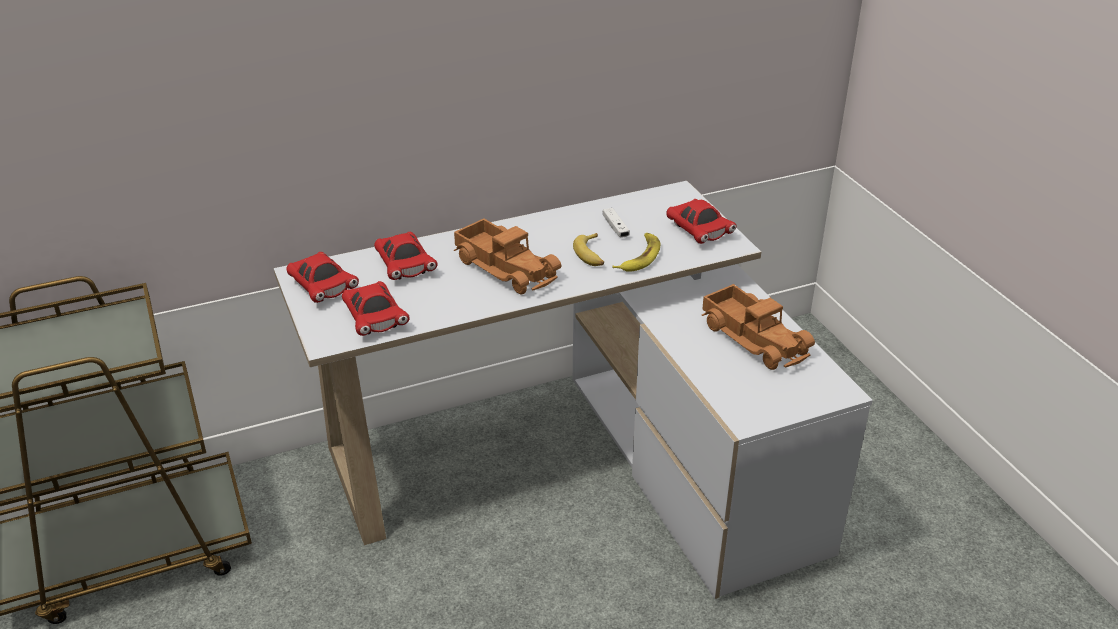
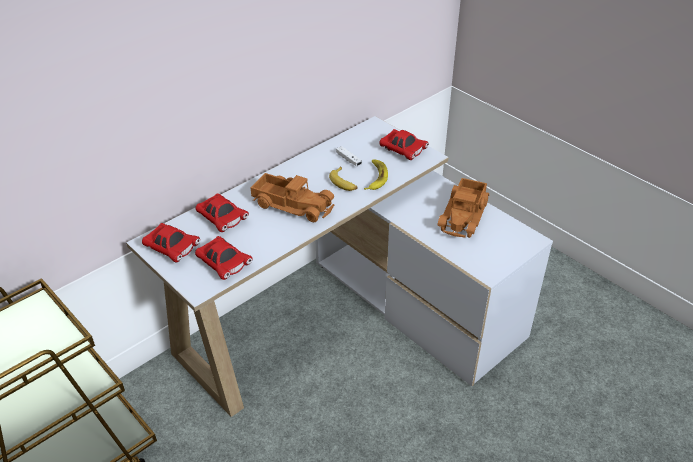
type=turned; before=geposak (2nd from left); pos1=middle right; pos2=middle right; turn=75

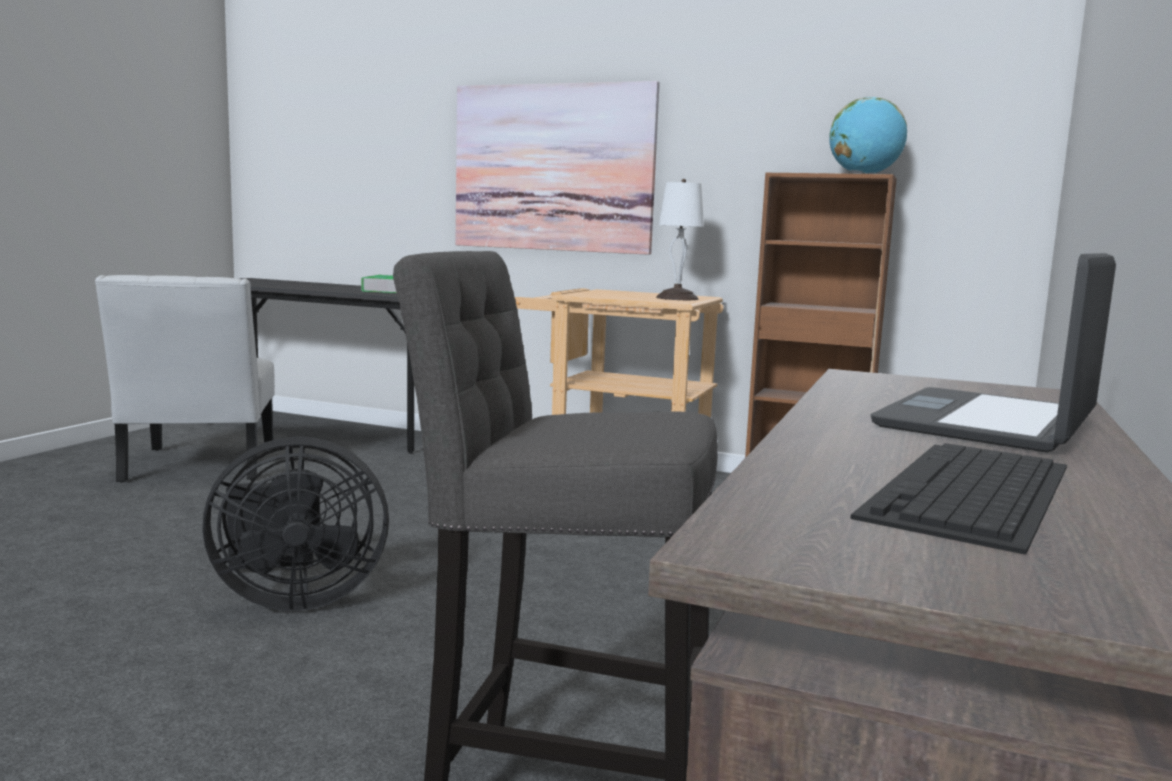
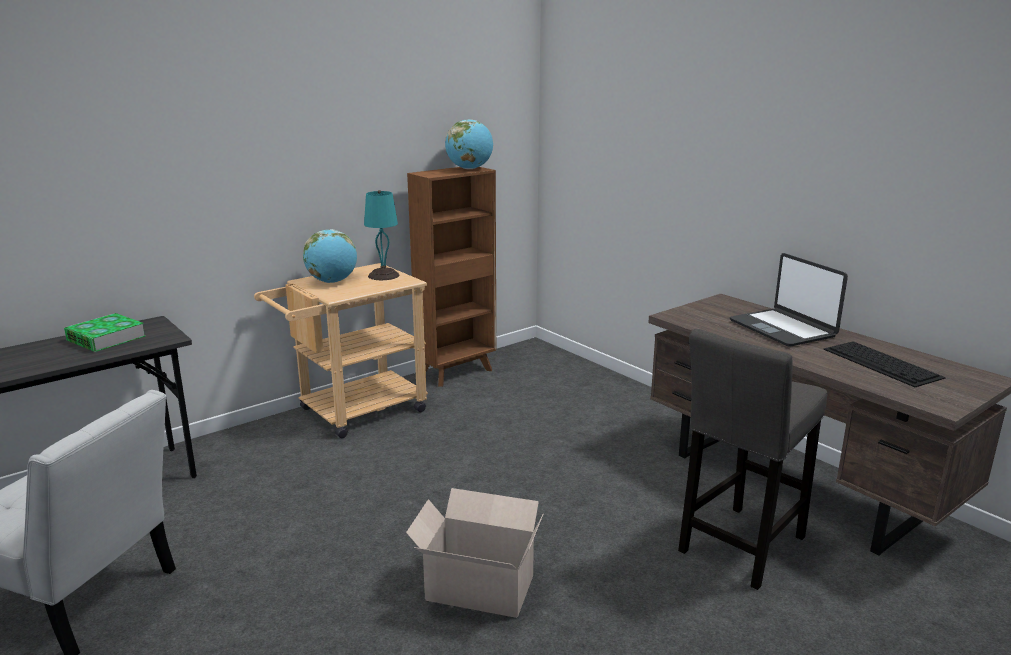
type=removed; before=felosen; pos1=top centre
type=added; after=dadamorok (1st from left); pos2=middle left
type=replaced; before=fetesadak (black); after=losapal; pos1=bottom left; pos2=bottom centre
type=recoloured; before=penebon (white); after=penebon (turquoise); pos1=top centre; pos2=centre

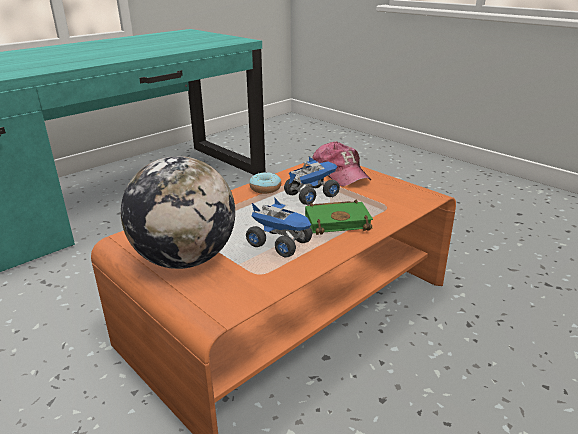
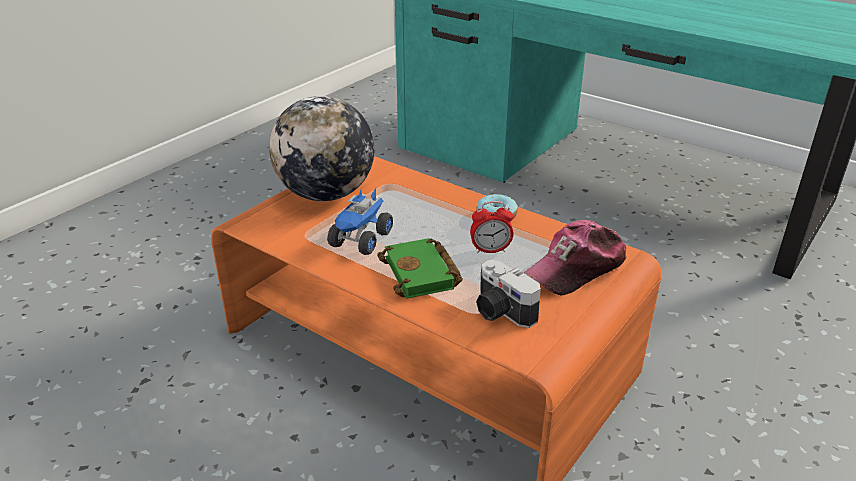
type=added; after=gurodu; pos2=centre
type=replaced; before=geposak (2nd from left); after=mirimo; pos1=centre; pos2=centre

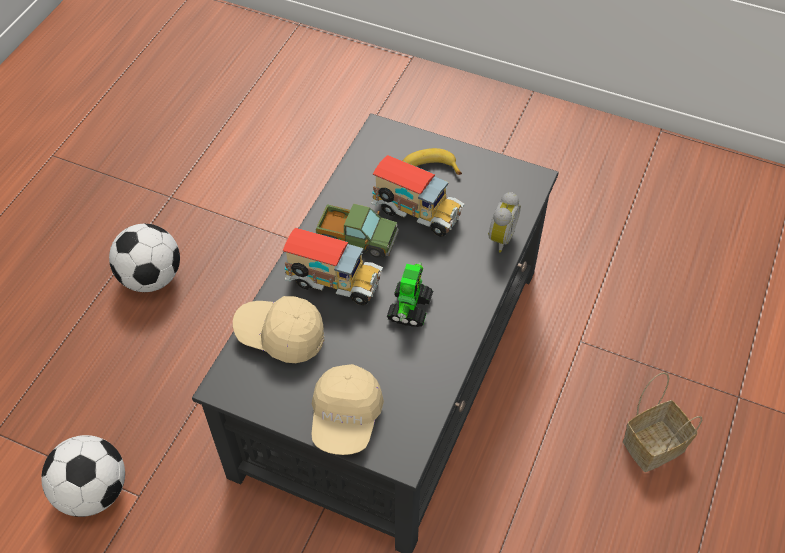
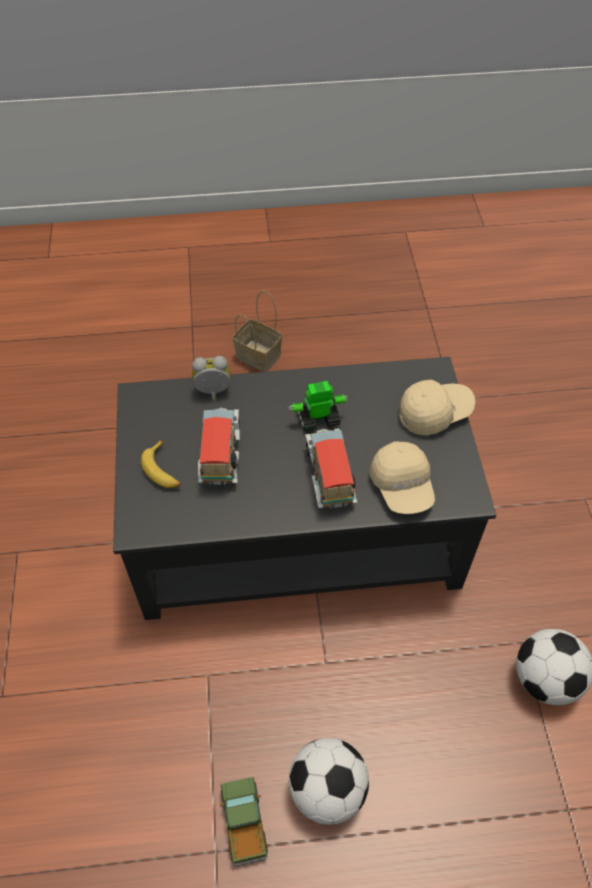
type=moved; before=geposak (2nd from left); pos1=centre; pos2=bottom centre

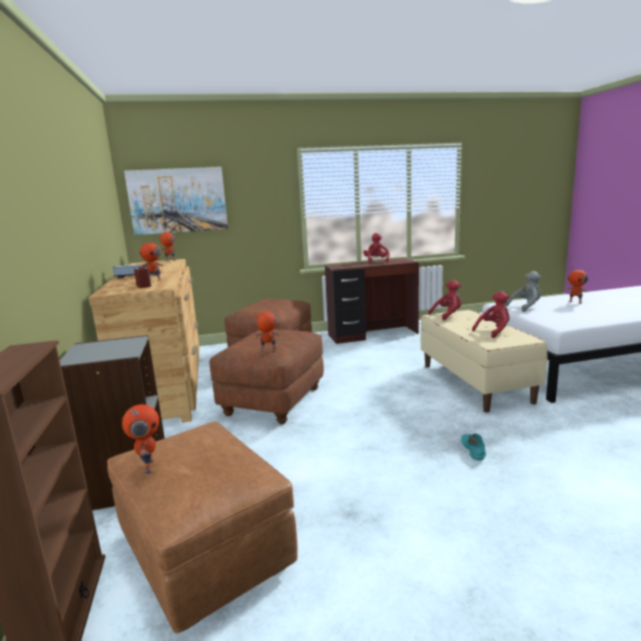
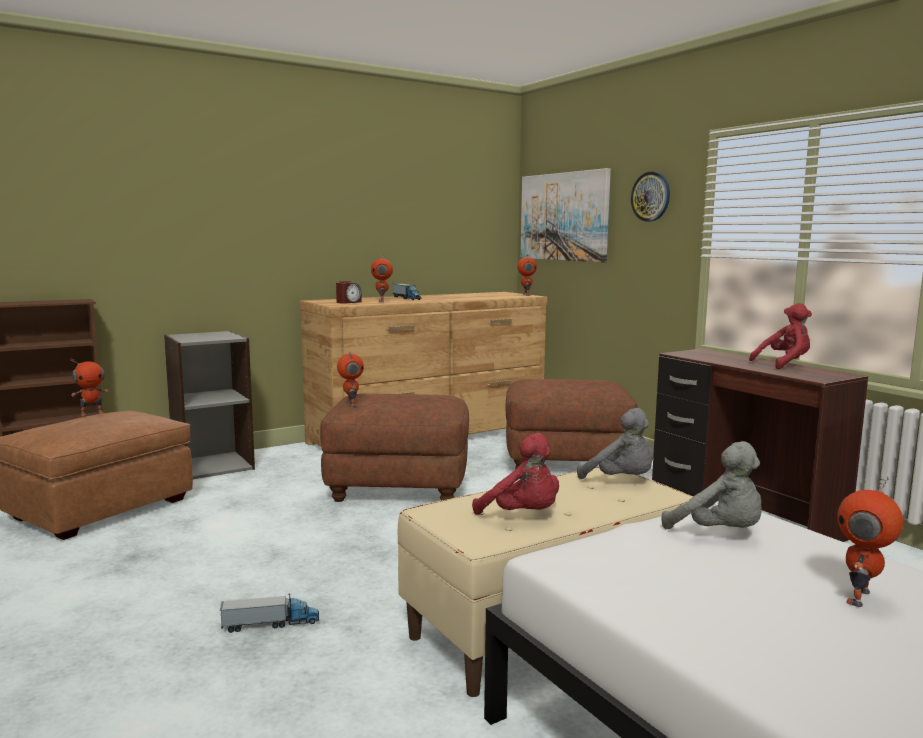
type=added; after=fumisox; pos2=top right
type=replaced; before=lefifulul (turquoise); after=geposak (1st from left); pos1=bottom right; pos2=bottom left
type=recoloured; before=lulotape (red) (2nd from left); after=lulotape (grey) (1st from left); pos1=middle right; pos2=centre

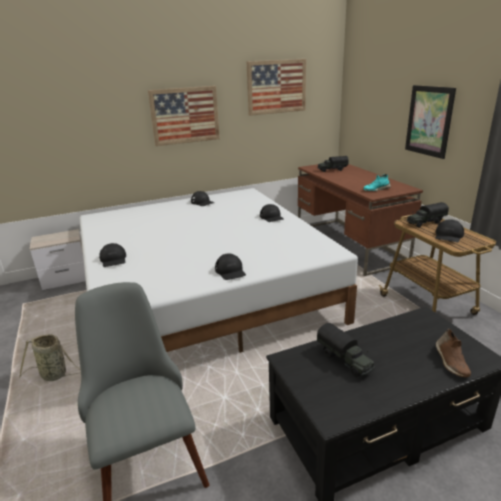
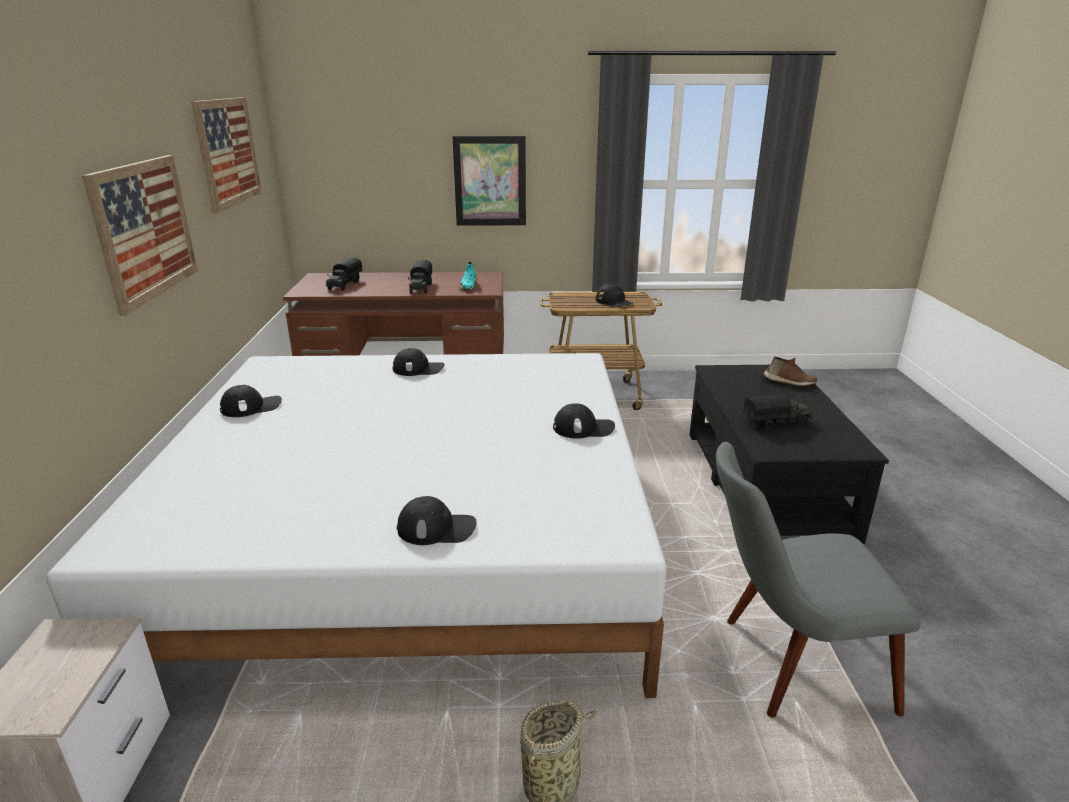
type=moved; before=geposak (3rd from left in the first image); after=geposak (2nd from left); pos1=middle right; pos2=centre

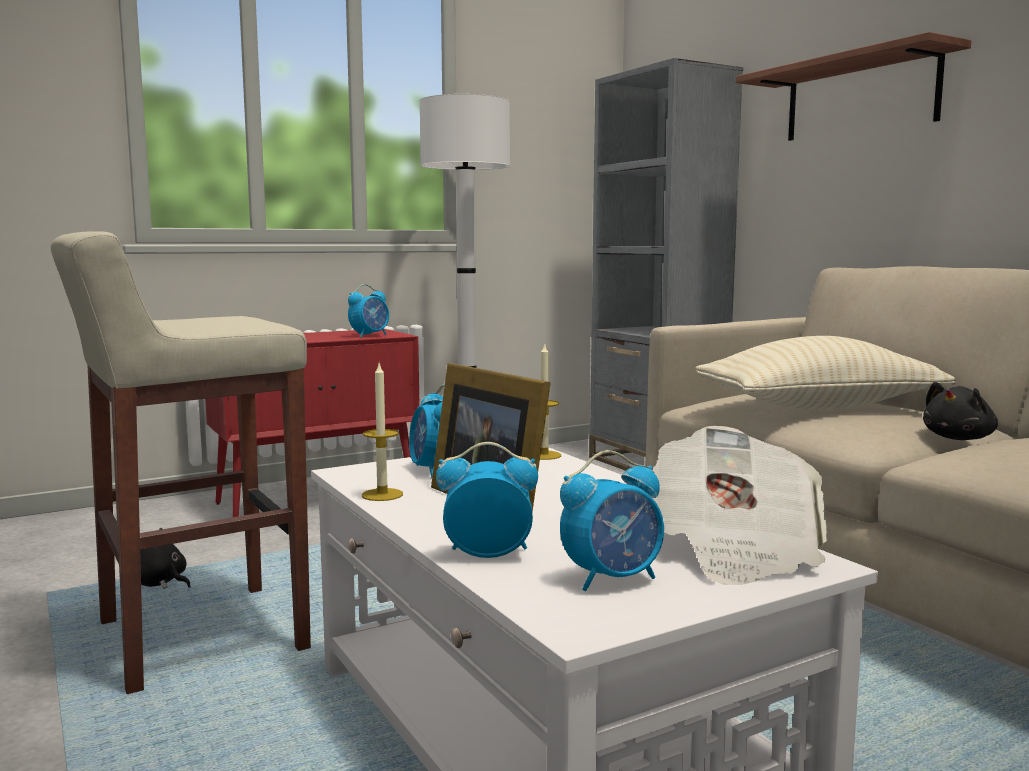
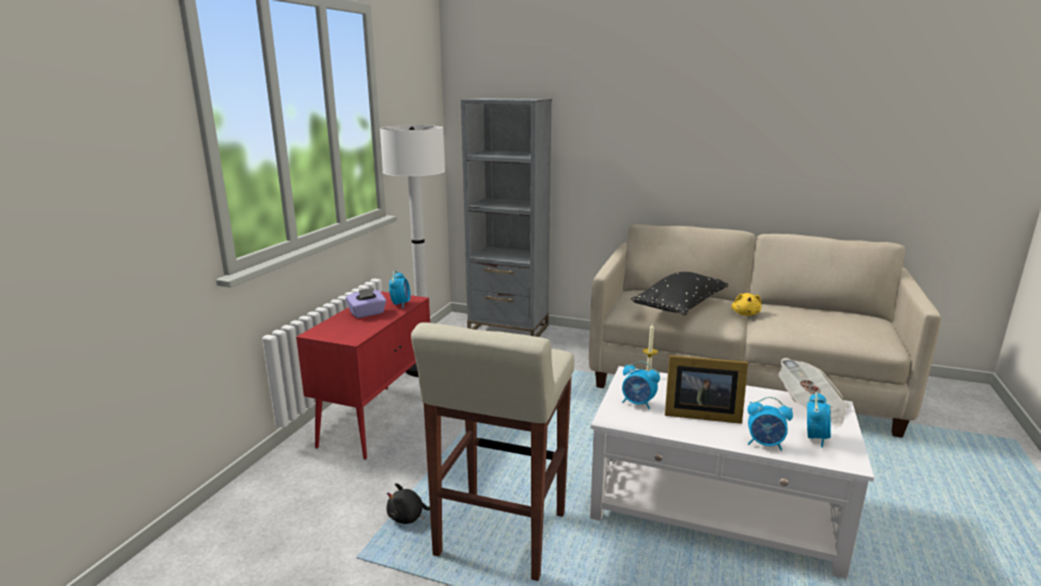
type=removed; before=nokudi (1st from left); pos1=centre
type=removed; before=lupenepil; pos1=top right
type=added; after=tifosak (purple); pos2=centre
type=recoloured; before=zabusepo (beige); after=zabusepo (black); pos1=middle right; pos2=centre
type=recoloured; before=lulotape (black) (2nd from left); after=lulotape (yellow); pos1=middle right; pos2=middle right
type=turned; before=mirimo (3rd from left); pos1=centre; pos2=bottom right; turn=-120

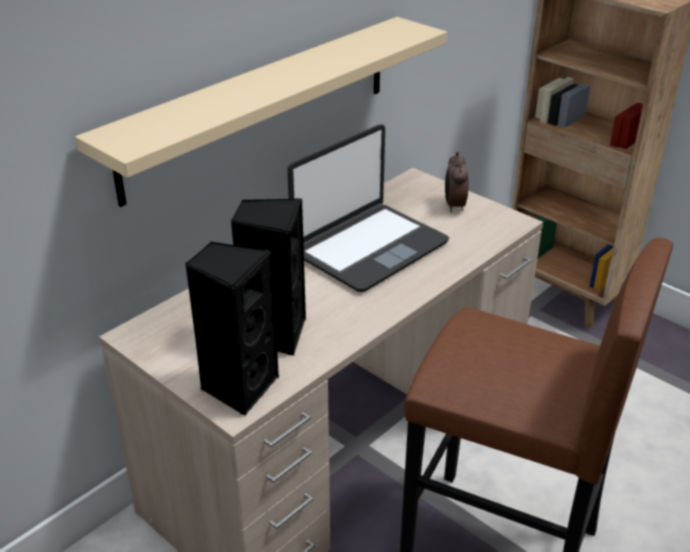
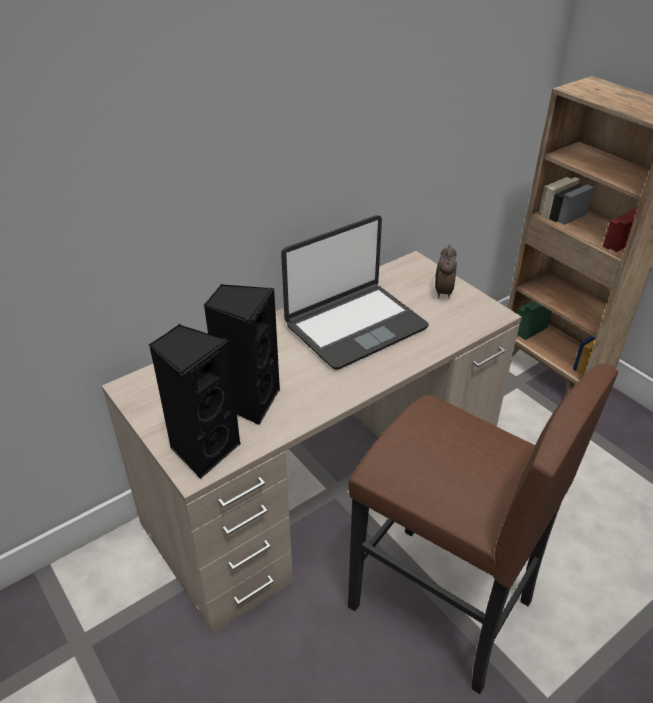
type=removed; before=lupenepil (beige); pos1=top centre

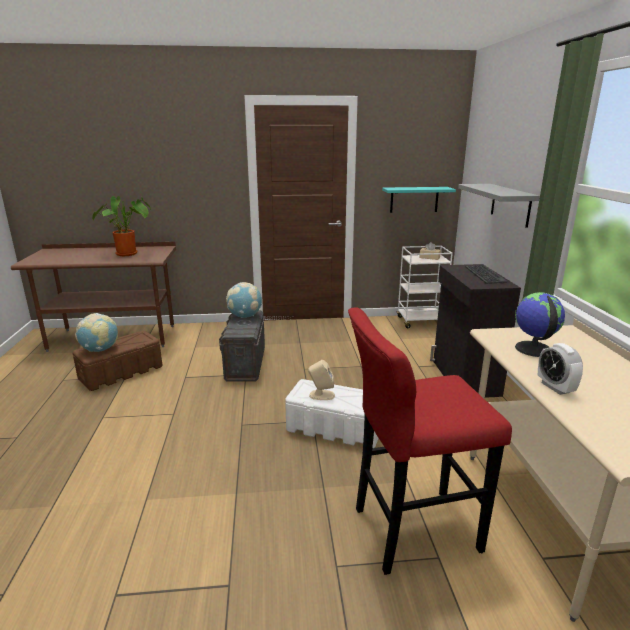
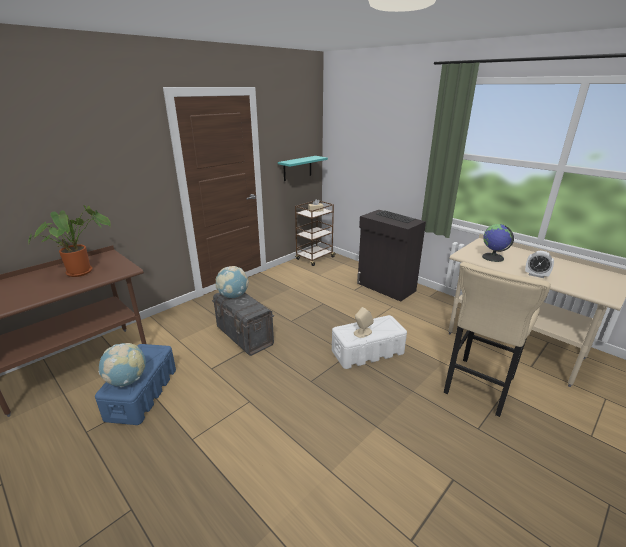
type=removed; before=lupenepil (grey); pos1=top right
type=recoloured; before=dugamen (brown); after=dugamen (blue); pos1=middle left; pos2=bottom left
type=recoloured; before=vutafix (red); after=vutafix (beige); pos1=bottom right; pos2=middle right
type=recoloured; before=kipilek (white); after=kipilek (brown); pos1=middle right; pos2=centre

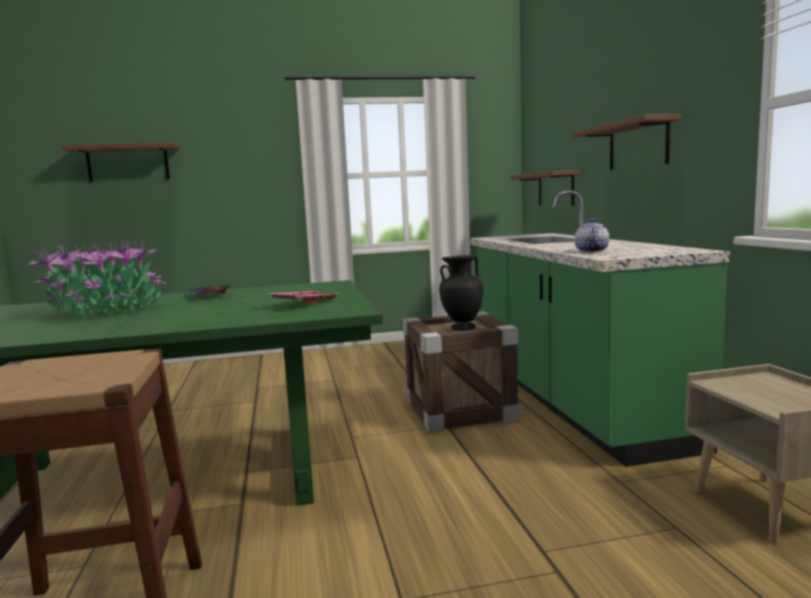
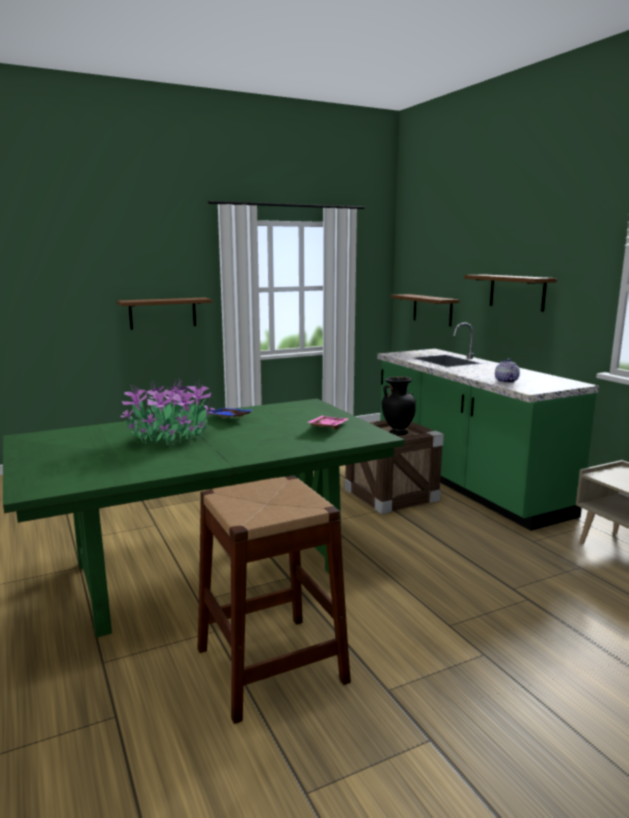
type=moved; before=lupenepil (brown) (1st from left); pos1=top left; pos2=middle left

